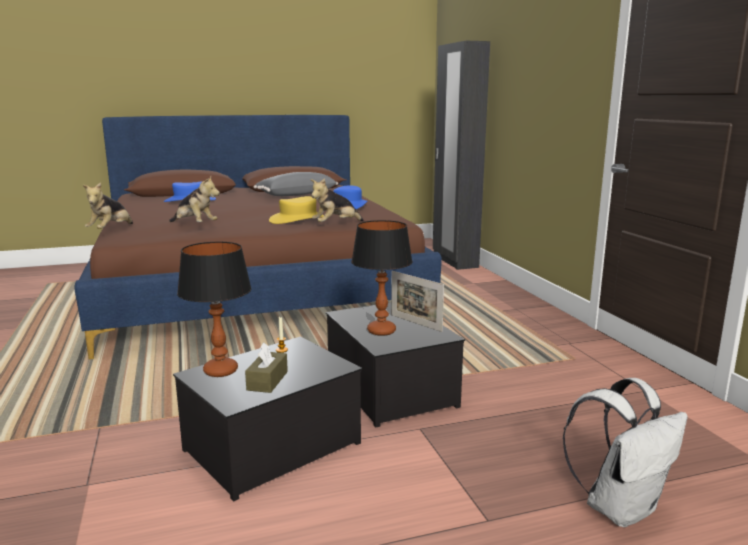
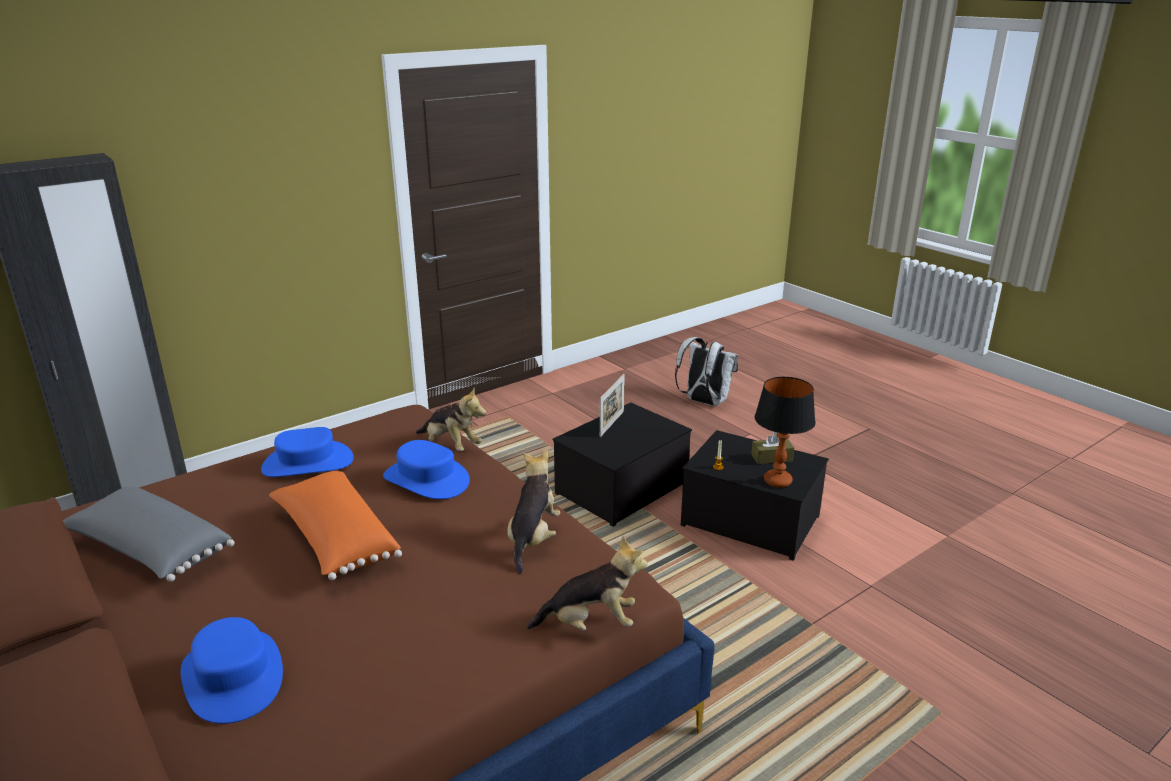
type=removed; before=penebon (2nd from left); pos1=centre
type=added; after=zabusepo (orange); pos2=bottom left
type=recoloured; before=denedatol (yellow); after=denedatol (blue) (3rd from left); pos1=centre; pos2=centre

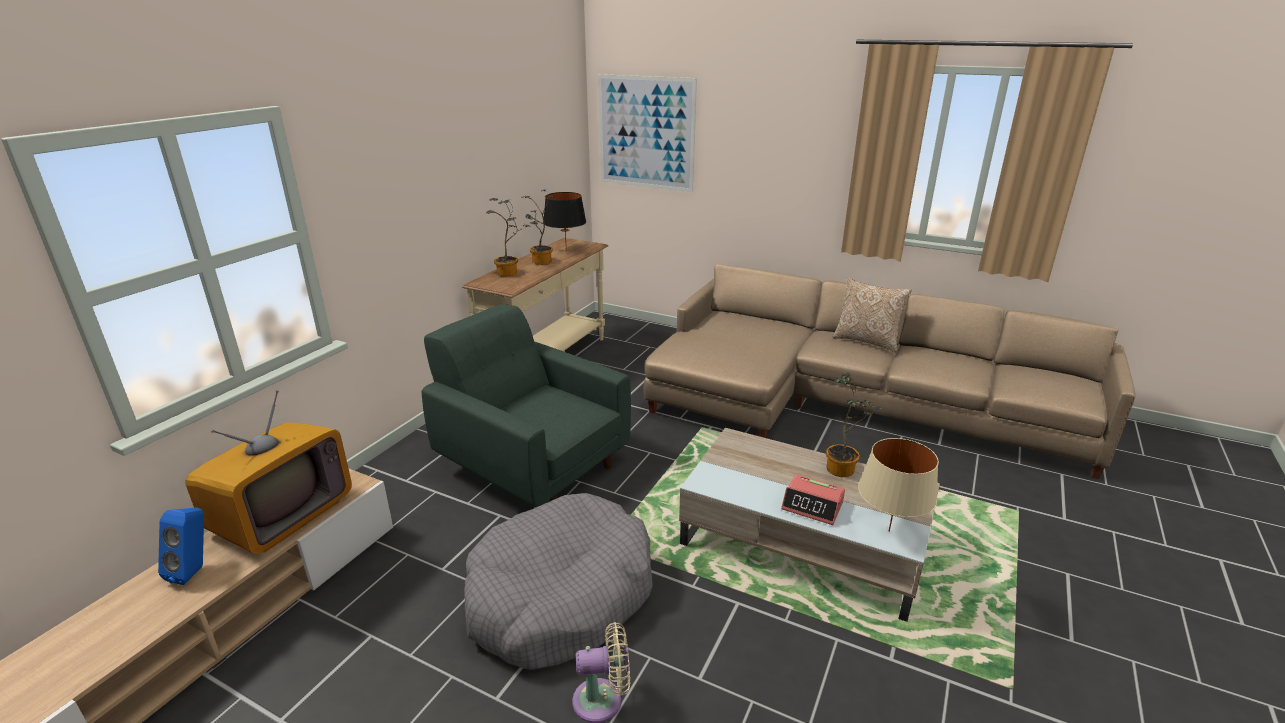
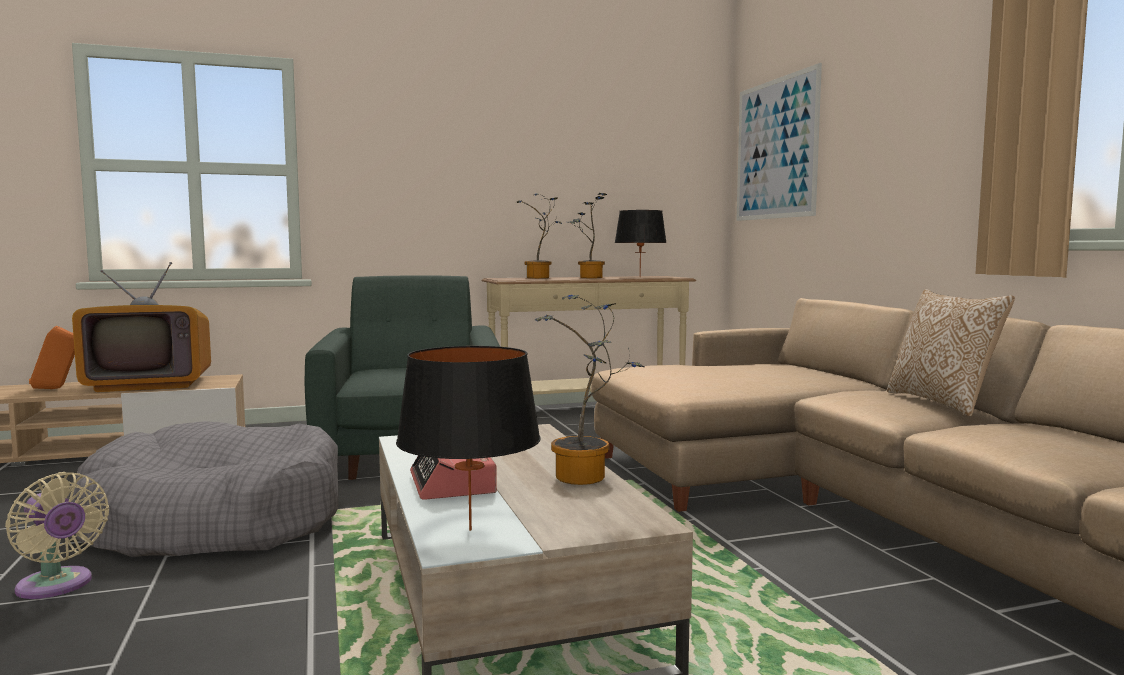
type=recoloured; before=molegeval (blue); after=molegeval (orange); pos1=bottom left; pos2=middle left
type=recoloured; before=penebon (beige); after=penebon (black) (1st from left); pos1=bottom right; pos2=centre

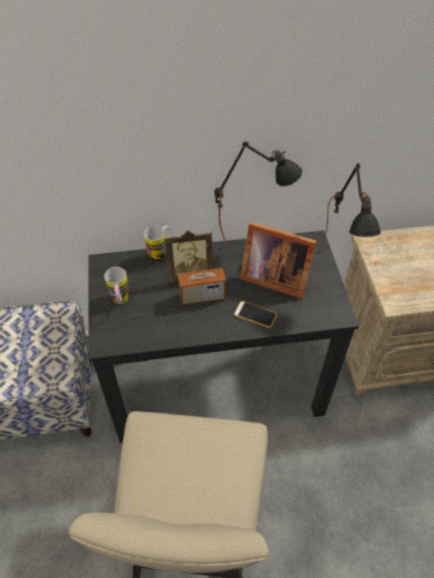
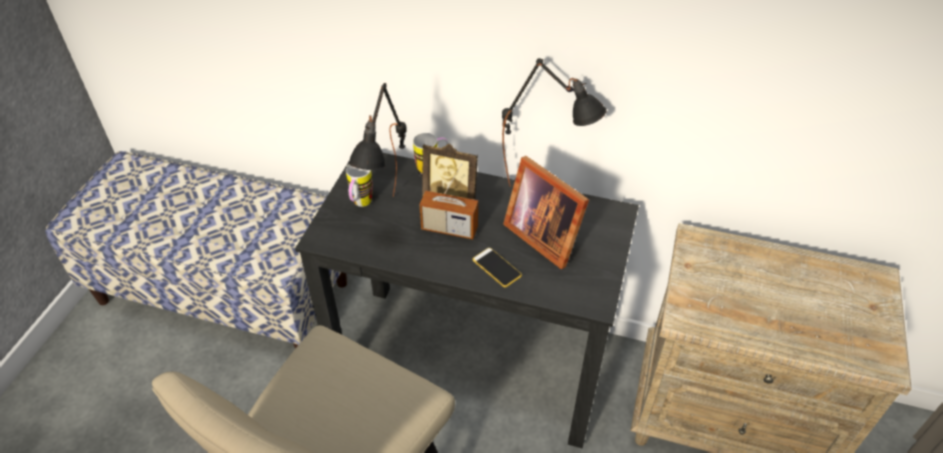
type=moved; before=penebon (black) (2nd from left in the first image); after=penebon (black) (1st from left); pos1=middle right; pos2=top centre

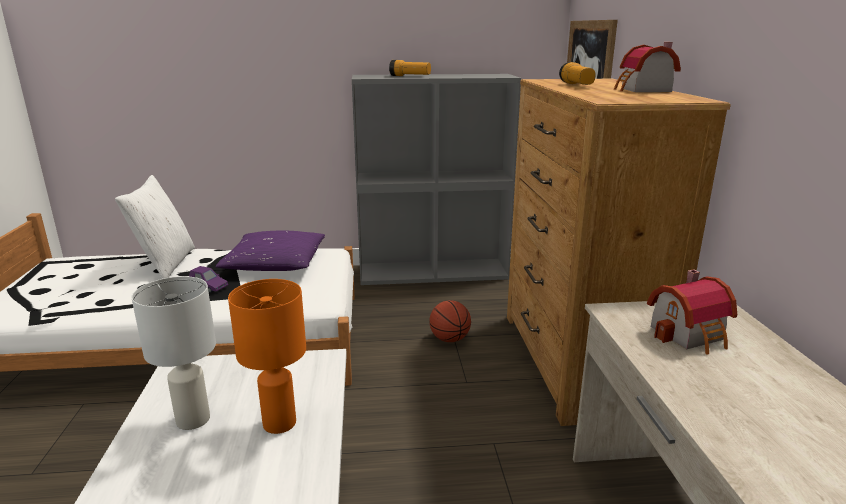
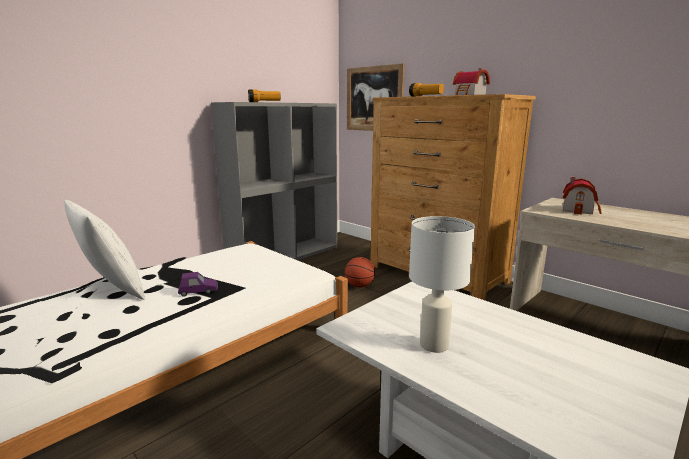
type=removed; before=zabusepo (purple); pos1=middle left
type=removed; before=penebon (orange); pos1=bottom left

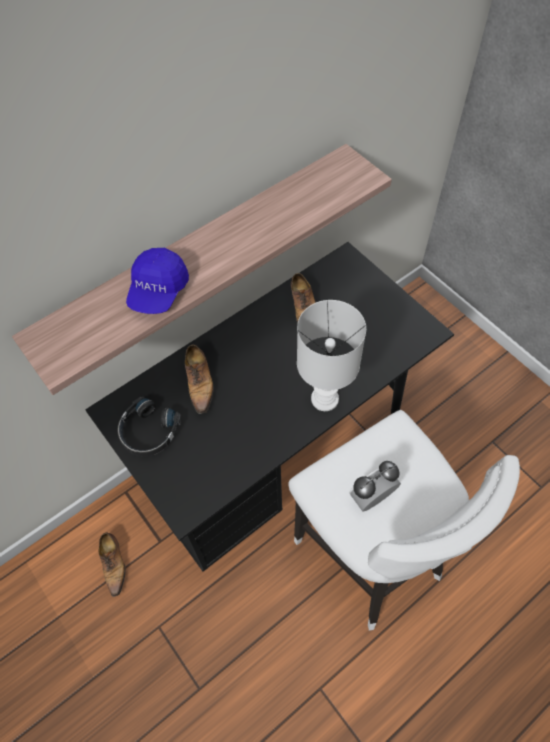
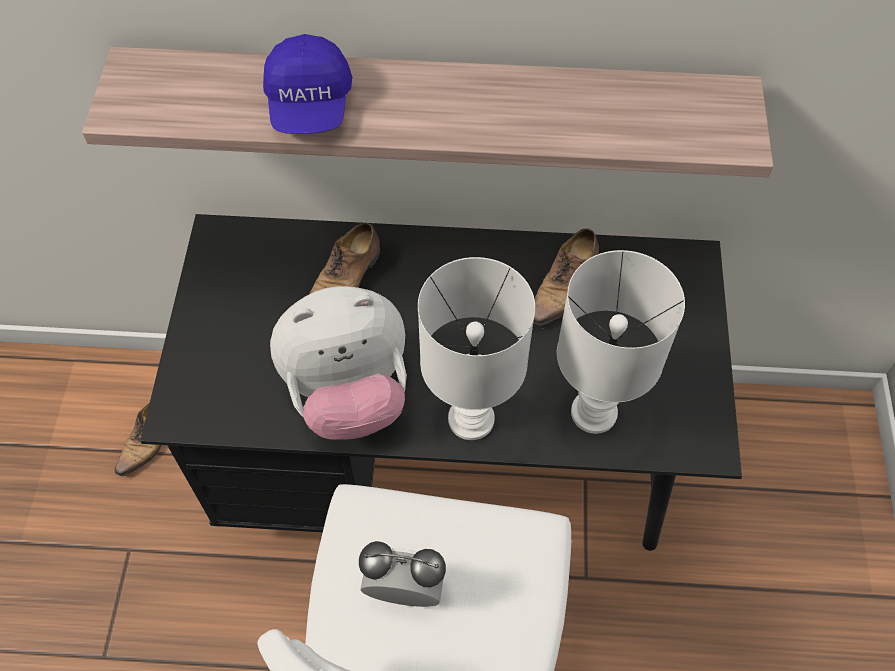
type=removed; before=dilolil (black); pos1=middle left
type=added; after=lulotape; pos2=centre
type=added; after=penebon (white) (2nd from left); pos2=middle right
type=turned; before=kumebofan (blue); pos1=middle left; pos2=top centre; turn=-60

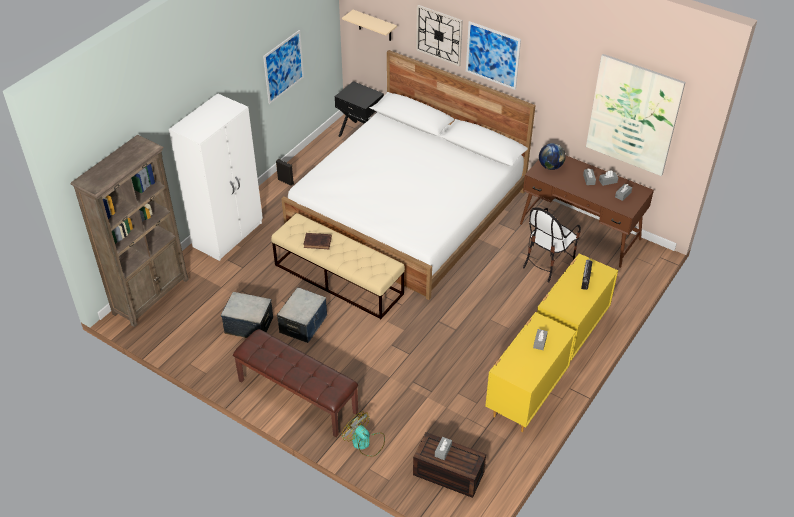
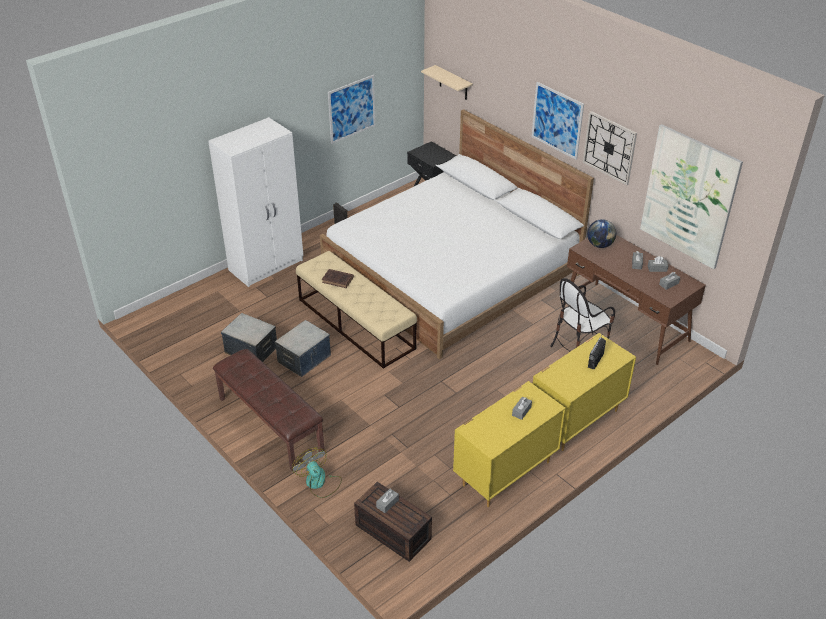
type=removed; before=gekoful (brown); pos1=middle left
type=moved; before=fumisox; pos1=top centre; pos2=top right

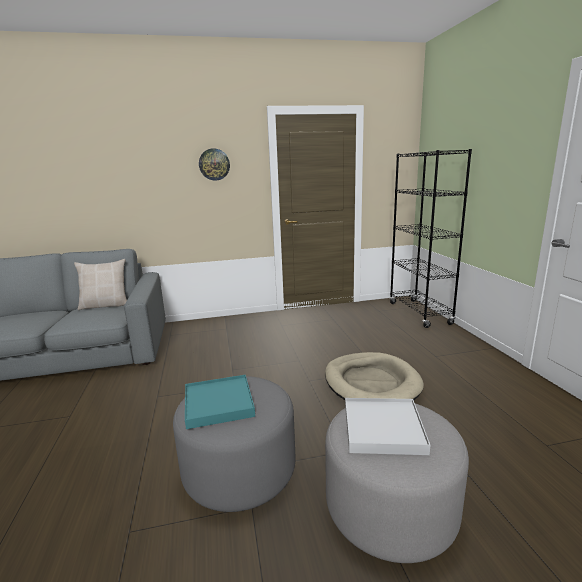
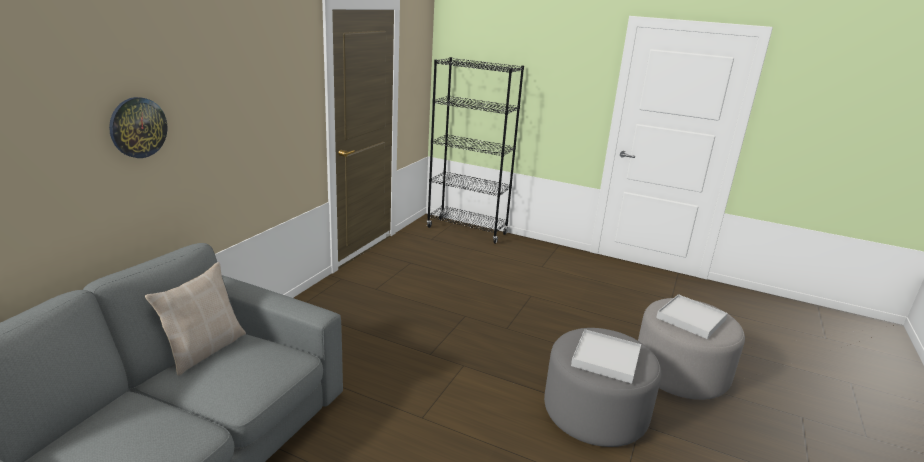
type=removed; before=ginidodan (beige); pos1=centre
type=moved; before=fumisox; pos1=top centre; pos2=top left
type=recoloured; before=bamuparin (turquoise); after=bamuparin (white) (1st from left); pos1=bottom centre; pos2=bottom centre

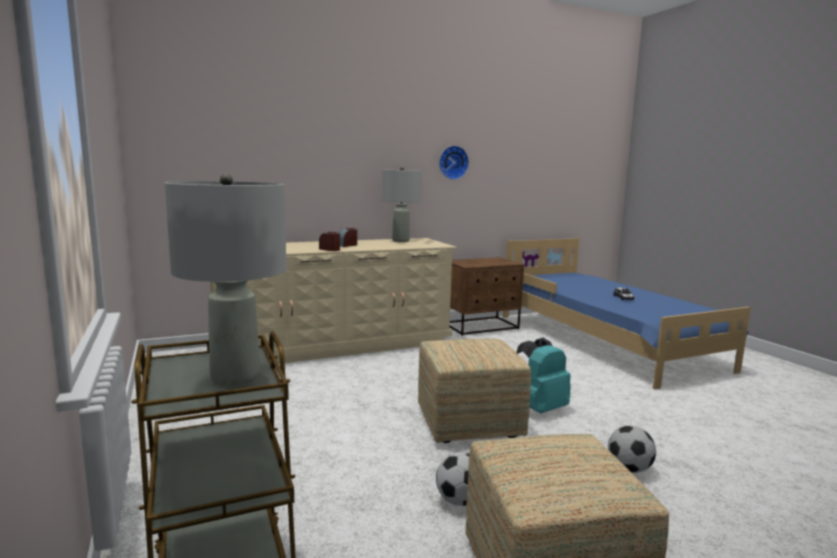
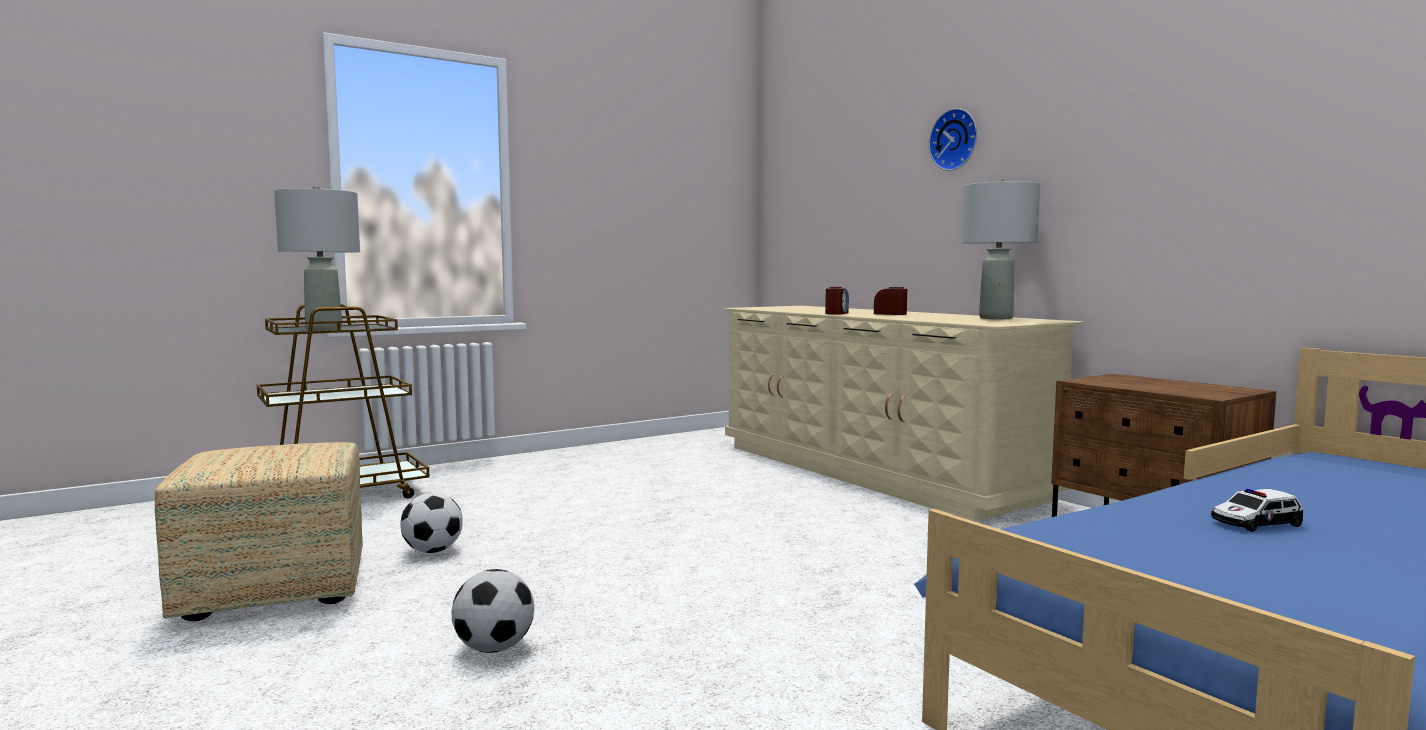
type=removed; before=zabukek (1st from left); pos1=bottom centre
type=removed; before=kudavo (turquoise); pos1=bottom centre
type=moved; before=fumisox; pos1=top centre; pos2=top right

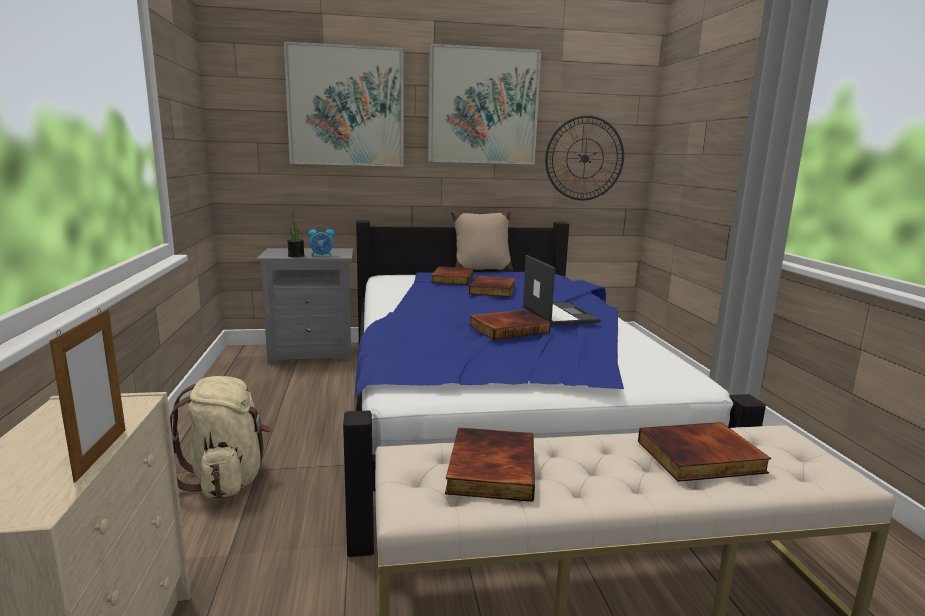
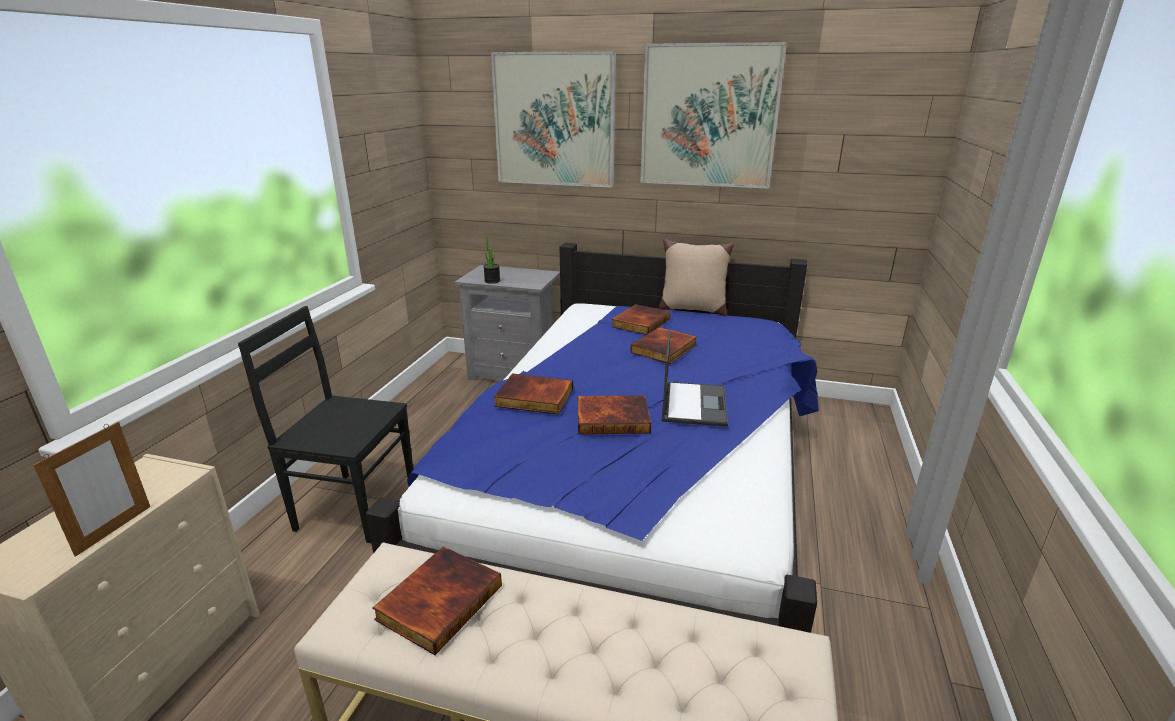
type=removed; before=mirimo; pos1=centre
type=removed; before=fumisox; pos1=top centre
type=moved; before=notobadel (5th from left in the first image); after=notobadel (2nd from left); pos1=bottom right; pos2=centre
type=replaced; before=kudavo (beige); after=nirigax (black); pos1=bottom left; pos2=middle left

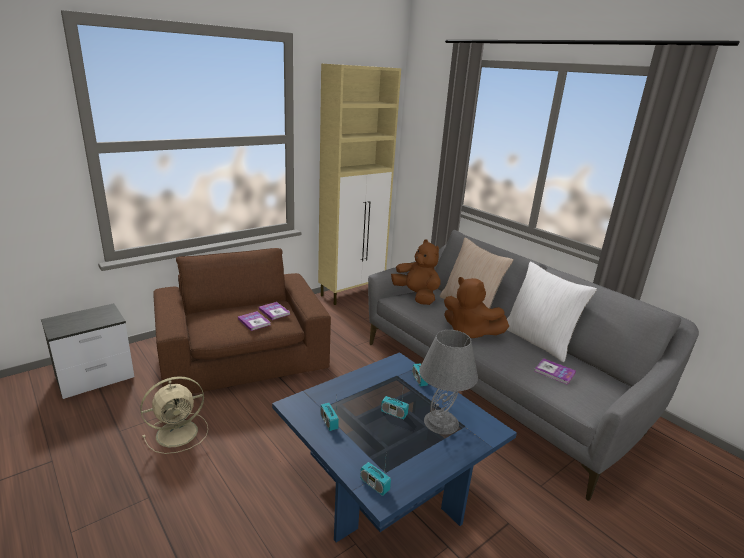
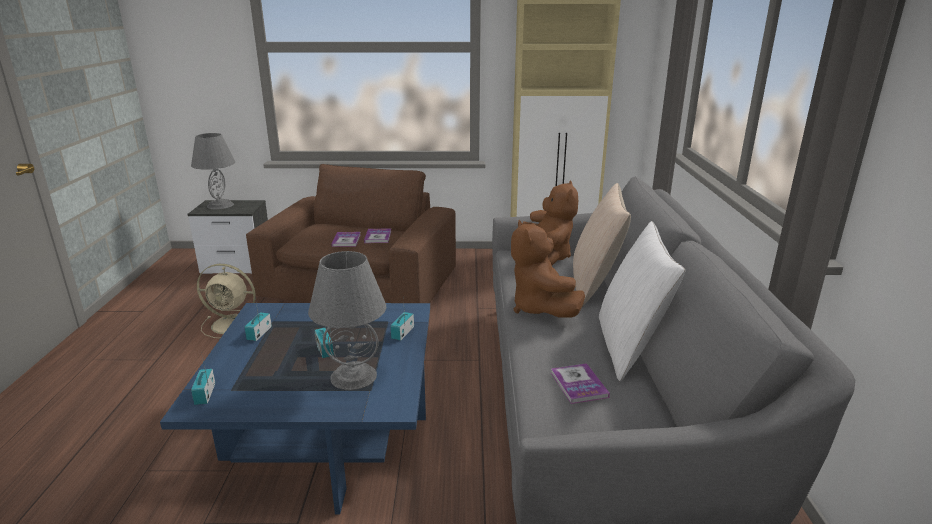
type=added; after=penebon (grey) (1st from left); pos2=top left

